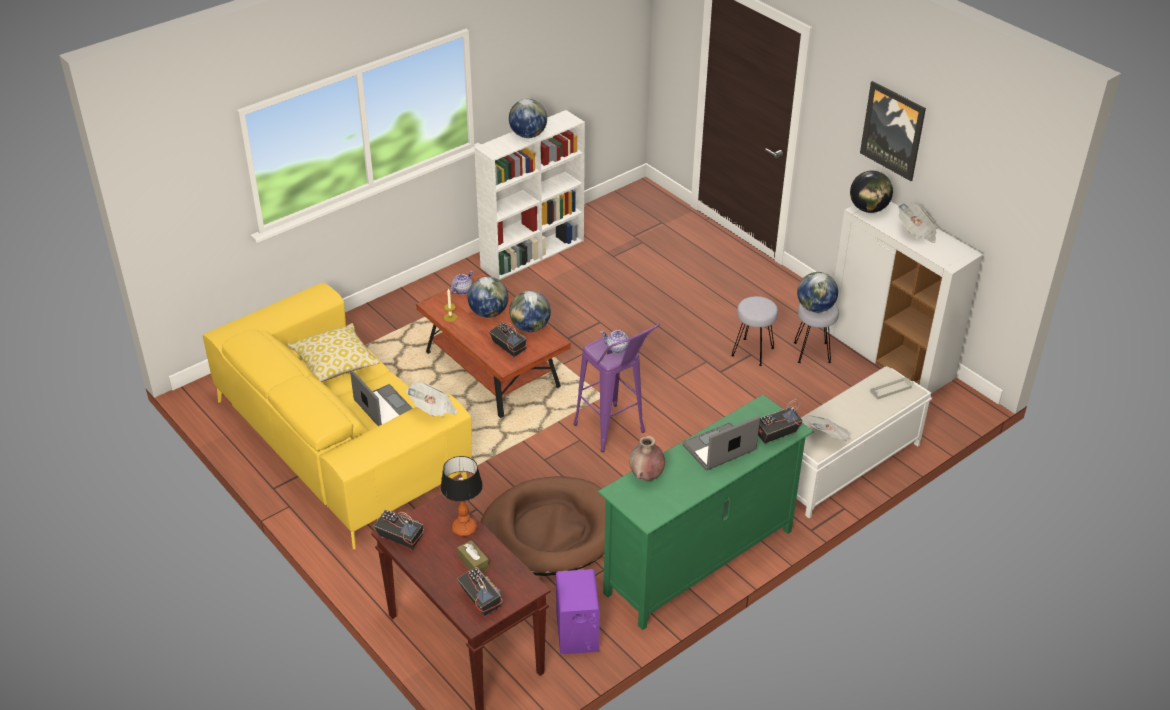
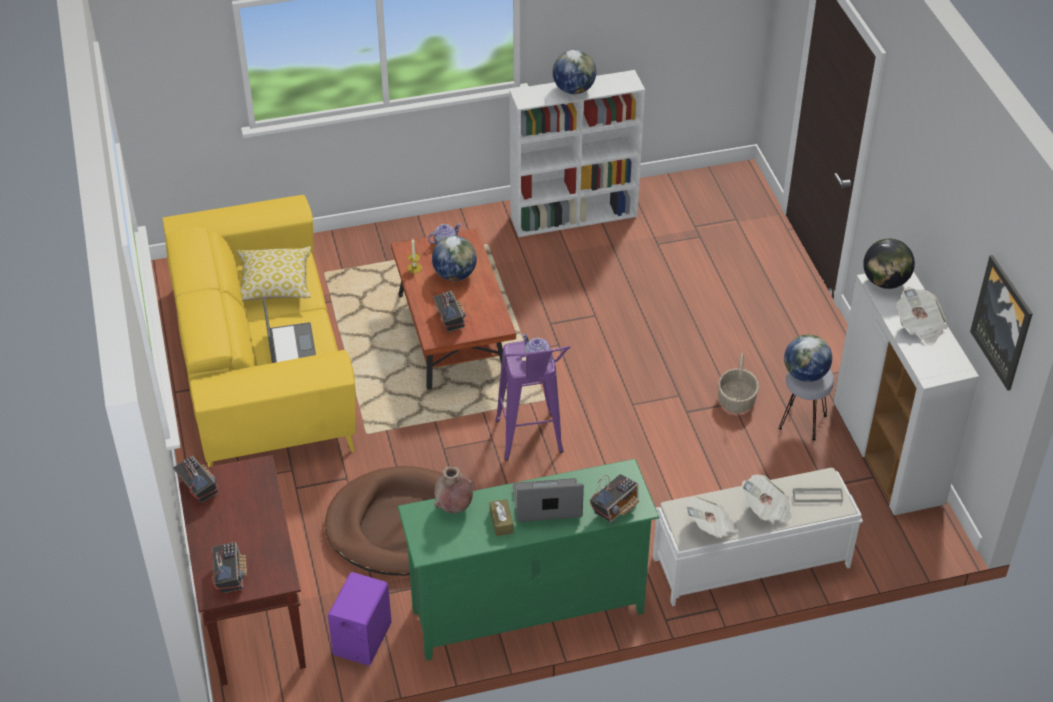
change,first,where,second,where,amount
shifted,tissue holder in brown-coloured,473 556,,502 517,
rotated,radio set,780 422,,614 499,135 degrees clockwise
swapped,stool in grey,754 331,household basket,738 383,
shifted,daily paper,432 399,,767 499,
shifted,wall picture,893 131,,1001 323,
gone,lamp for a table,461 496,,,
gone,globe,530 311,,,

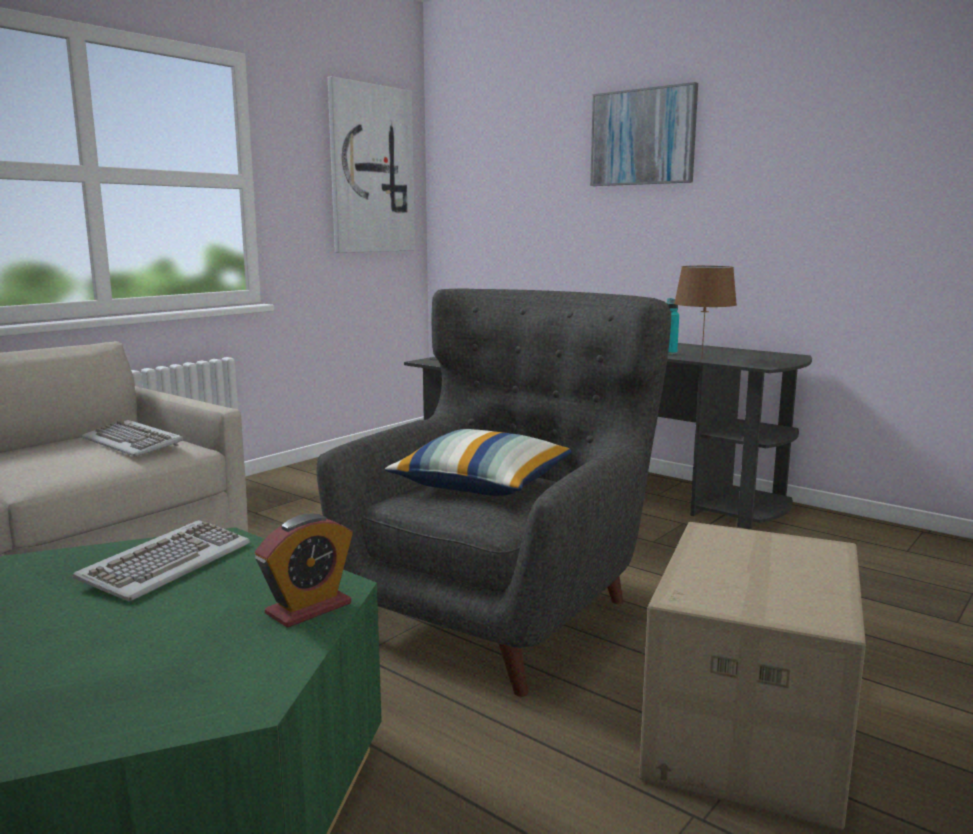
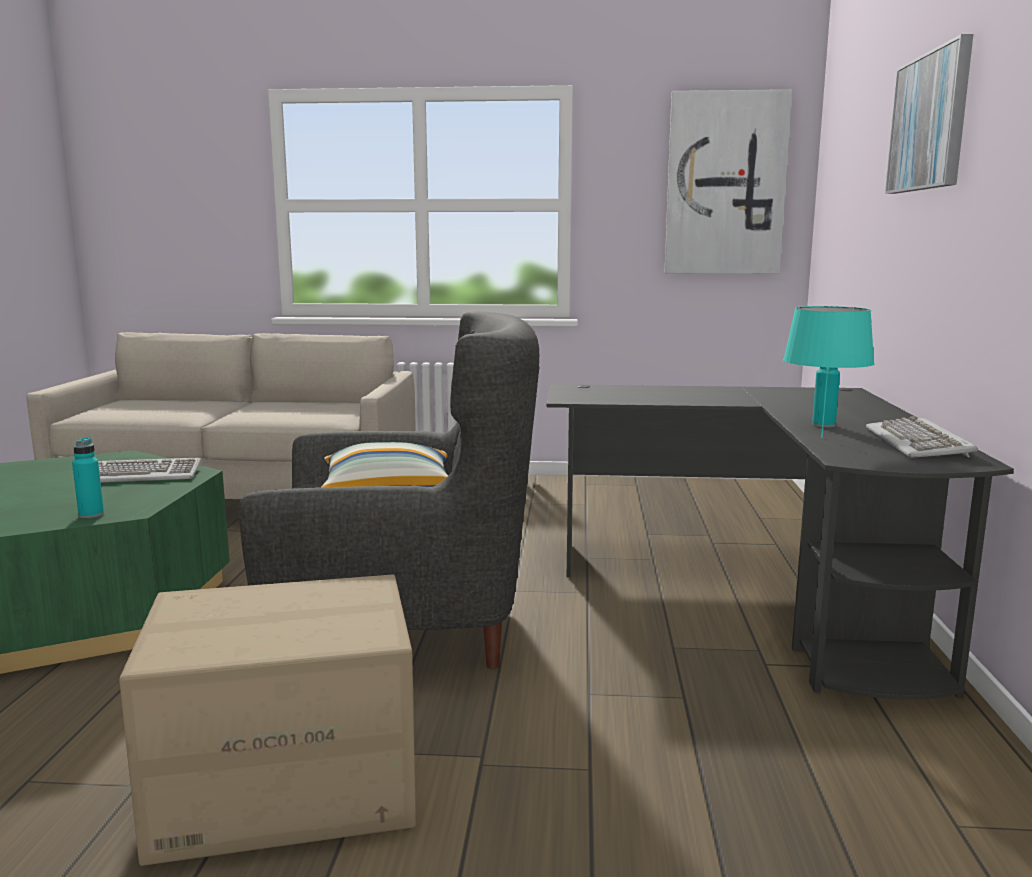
change,first,where,second,where,amount
swapped,bedside clock,304 570,drink bottle in turquoise-coloured,88 477,
repainted,lamp for a table in brown-coloured,705 312,lamp for a table in turquoise-coloured,829 372,
shifted,computer keyboard,133 438,,922 437,

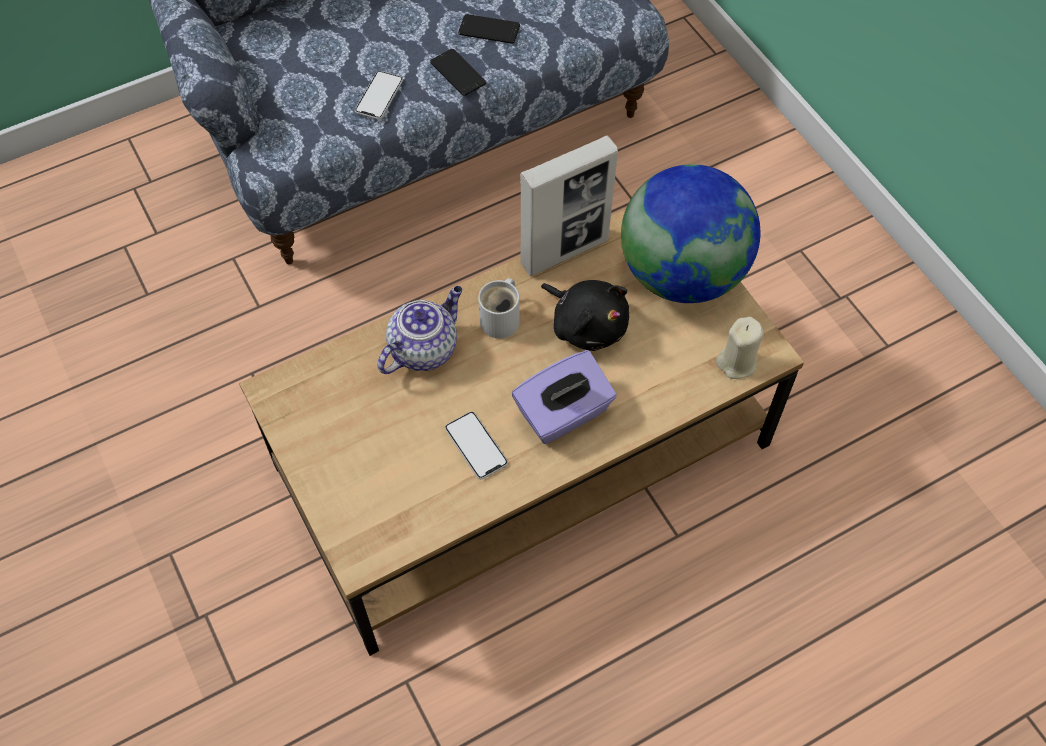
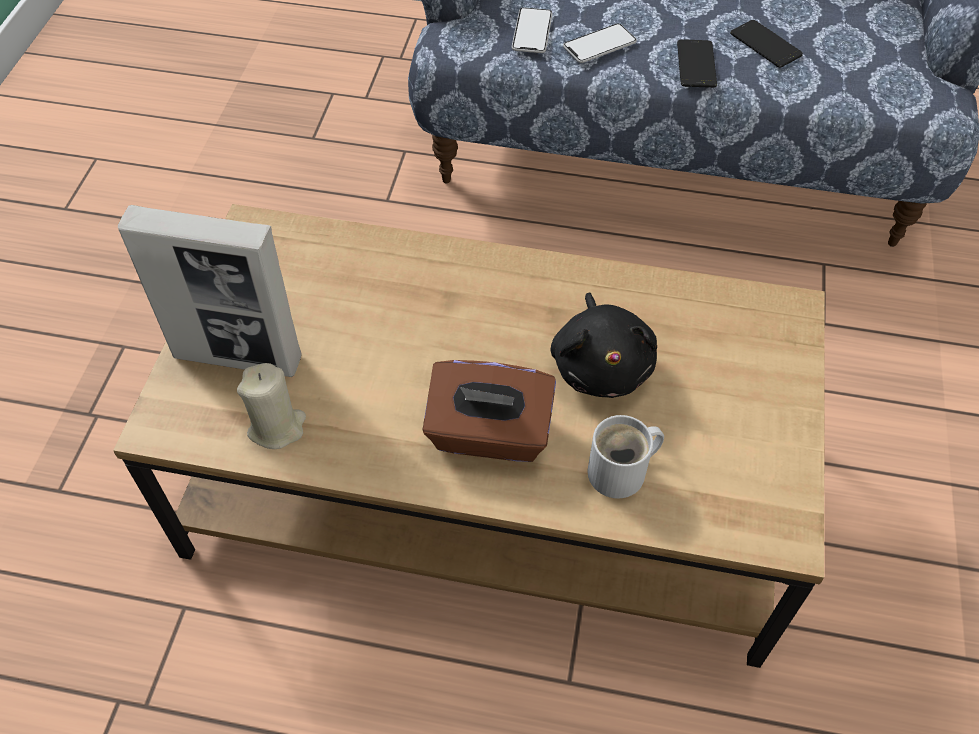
change,first,where,second,where,amount
shifted,photo frame,569 205,,210 291,
shifted,wax candle in beige,739 348,,271 406,
repainted,tissue holder in purplish,564 397,tissue holder in brown-coloured,489 411,
shifted,telephone,476 445,,532 30,
shifted,mug in white-coloured,498 308,,626 457,
gone,pot for tea,420 330,,,
gone,globe,690 233,,,

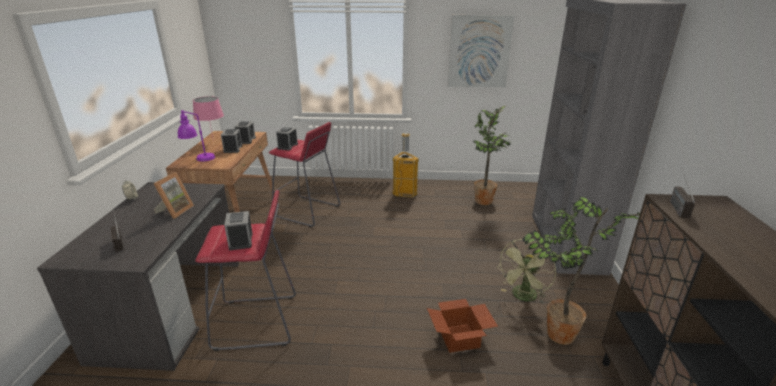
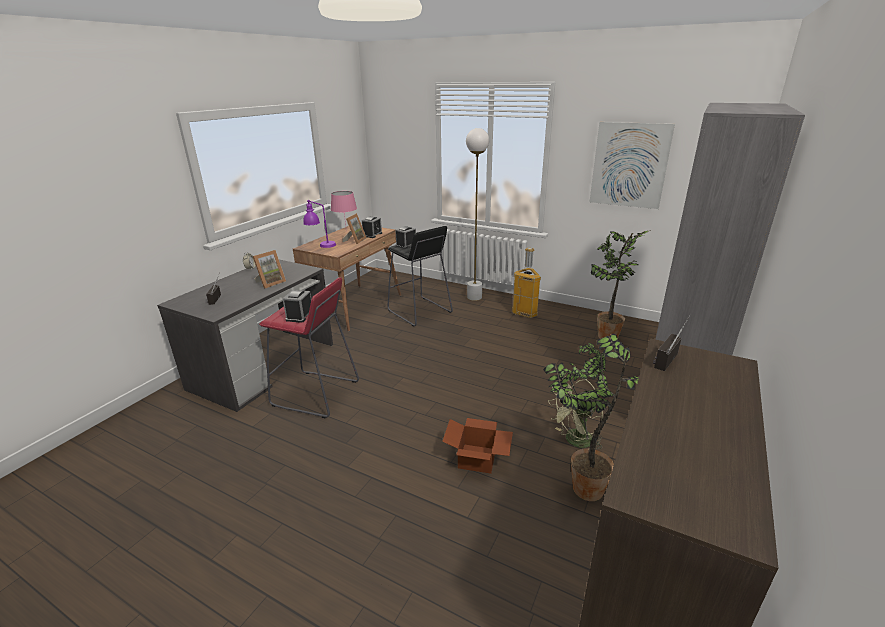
change,first,where,second,where,amount
swapped,bedside clock,231 141,photo frame,355 228,
repainted,stool in reddish,304 174,stool in black-coloured,420 276,
new,,,standard lamp in white-coloured,477 214,

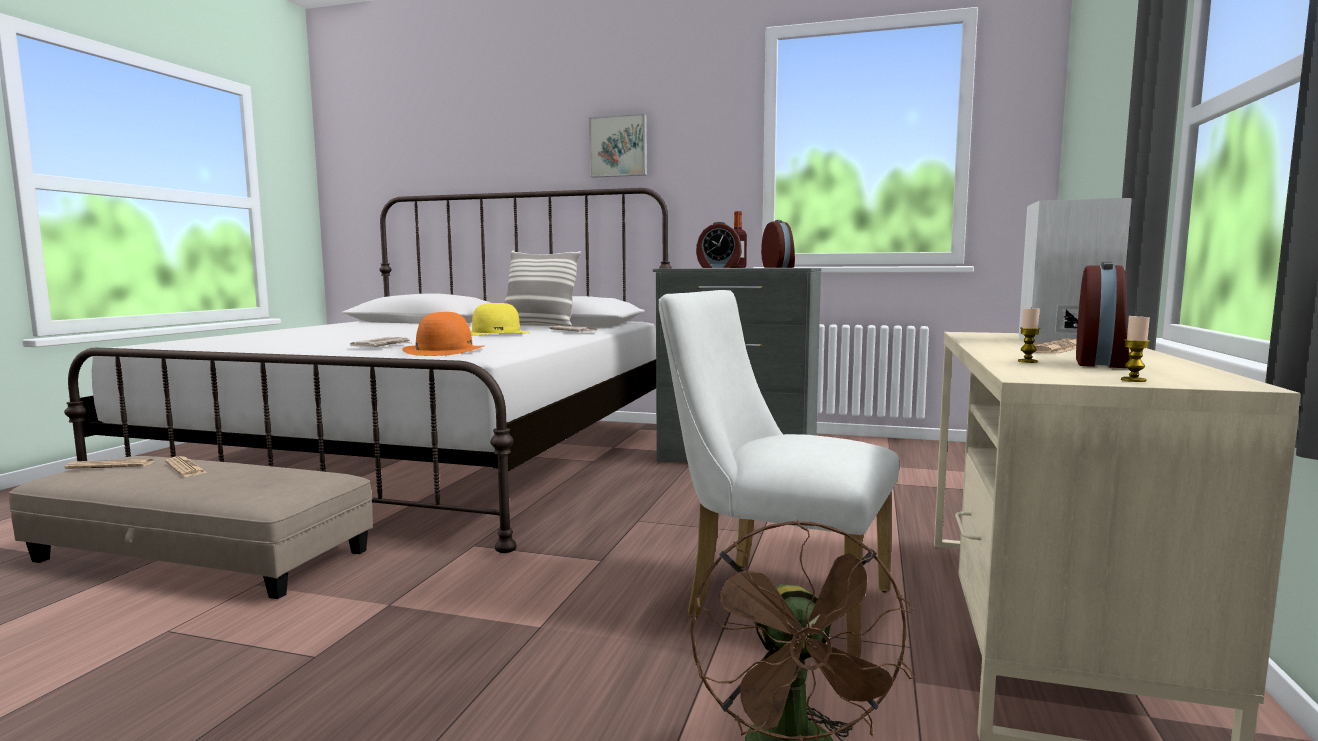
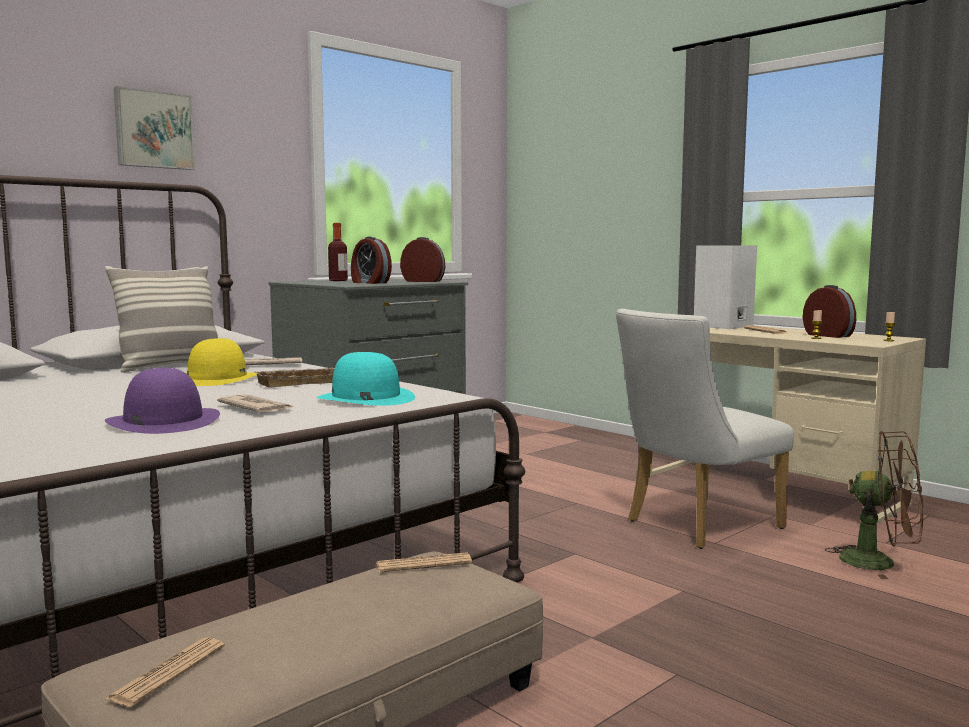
change,first,where,second,where,amount
new,,,wearable hat in purplish,162 401,
new,,,serving tray in beige,293 378,
repainted,wearable hat in orange-coloured,443 334,wearable hat in turquoise-coloured,366 379,
rotated,bedside clock,719 245,,371 260,90 degrees clockwise
shifted,daily paper,186 466,,424 562,

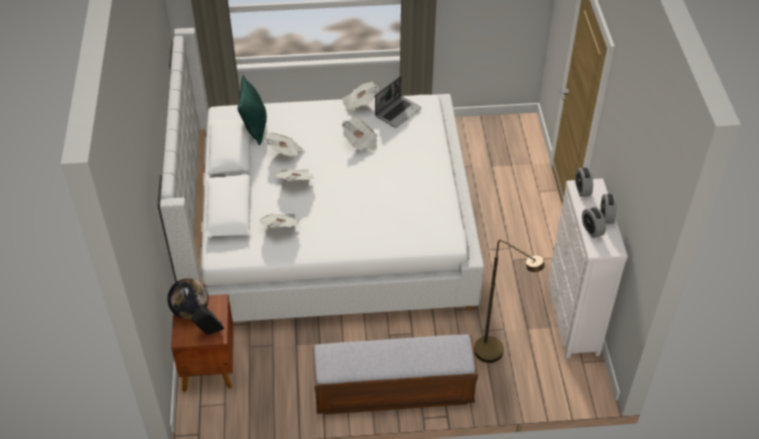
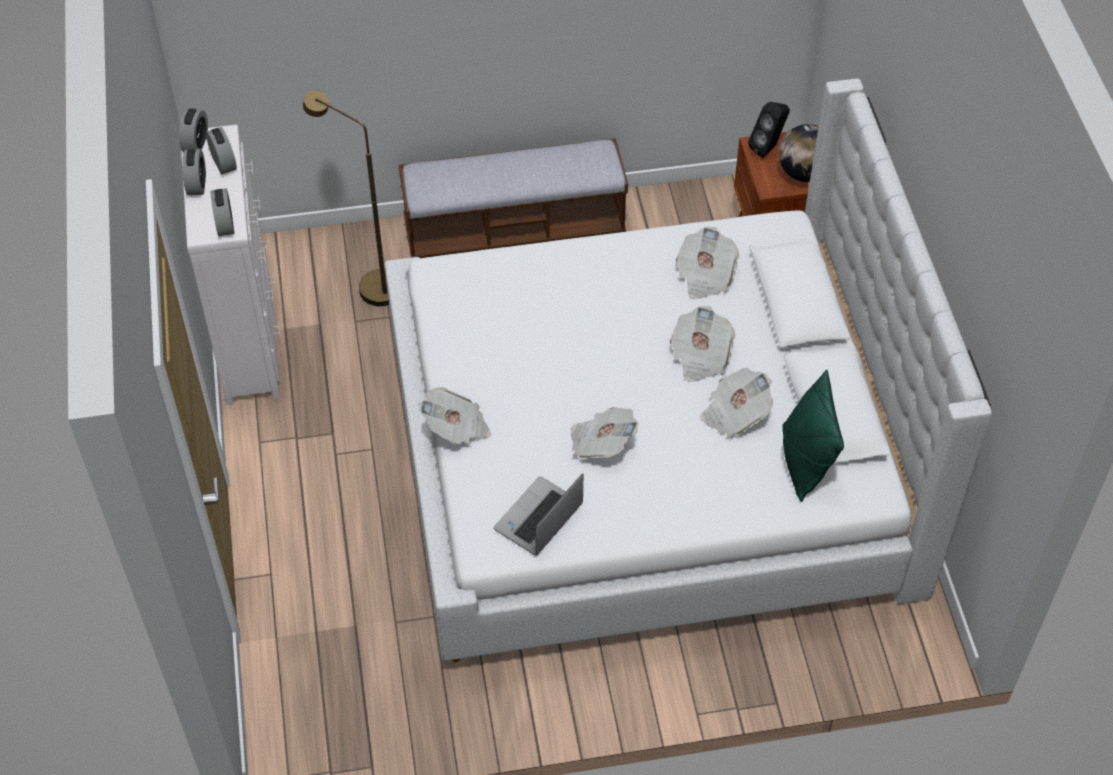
change,first,where,second,where,amount
new,,,bedside clock,193 130,
shifted,daily paper,360 96,,455 416,

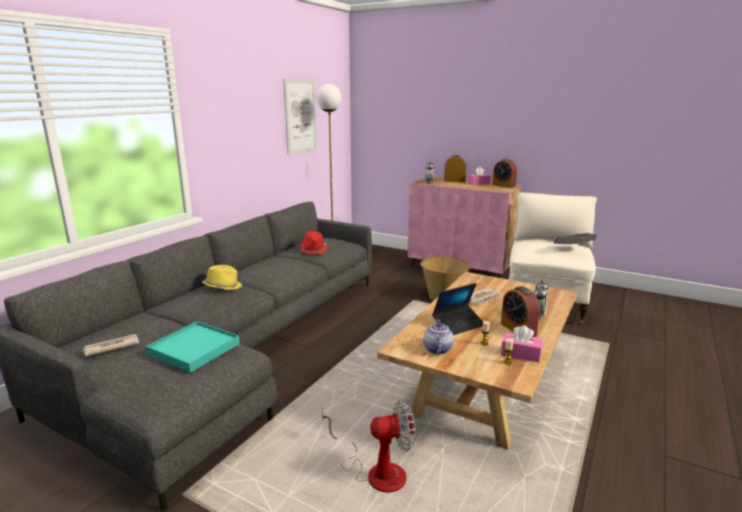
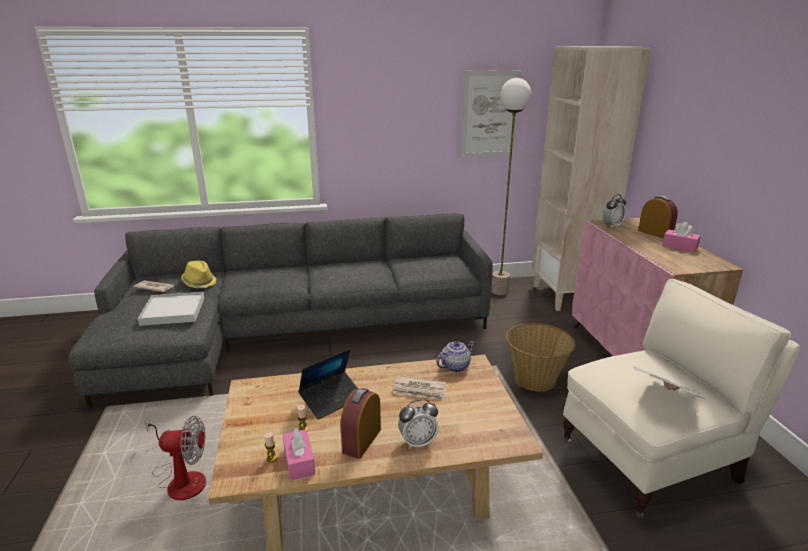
change,first,where,second,where,amount
repainted,serving tray in turquoise-coloured,192 347,serving tray in white-coloured,171 309,
rotated,fan,369 446,,175 458,45 degrees counterclockwise
shifted,wearable hat in yellow,222 277,,198 274,
rotated,laptop,457 309,,327 384,60 degrees counterclockwise
shifted,pot for tea,438 336,,455 356,
new,,,shelving unit in beige,591 178,
gone,wearable hat in reddish,313 242,,,
gone,bedside clock,504 173,,,

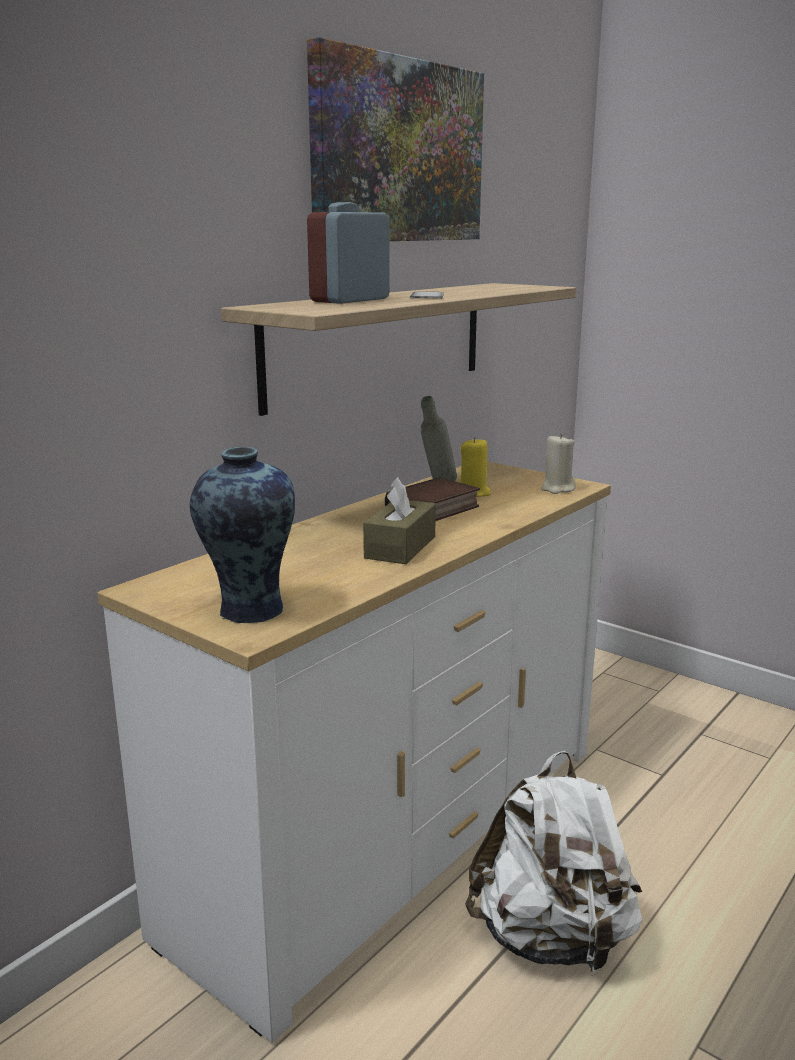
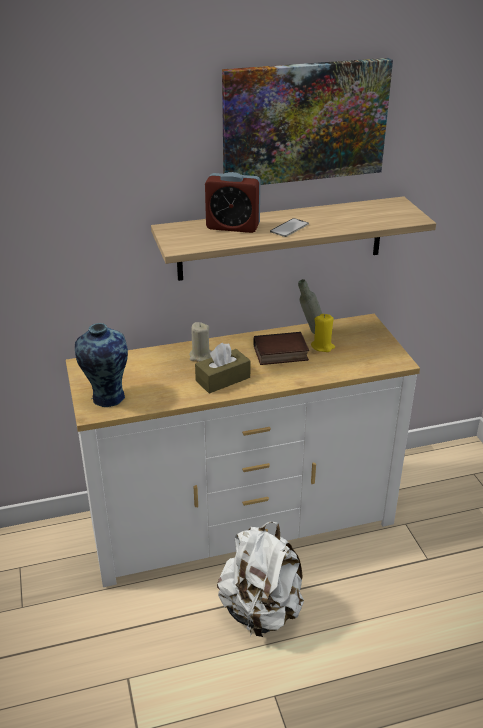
change,first,where,second,where,amount
shifted,wax candle in beige,558 464,,200 342,
rotated,bedside clock,348 253,,232 202,150 degrees counterclockwise

